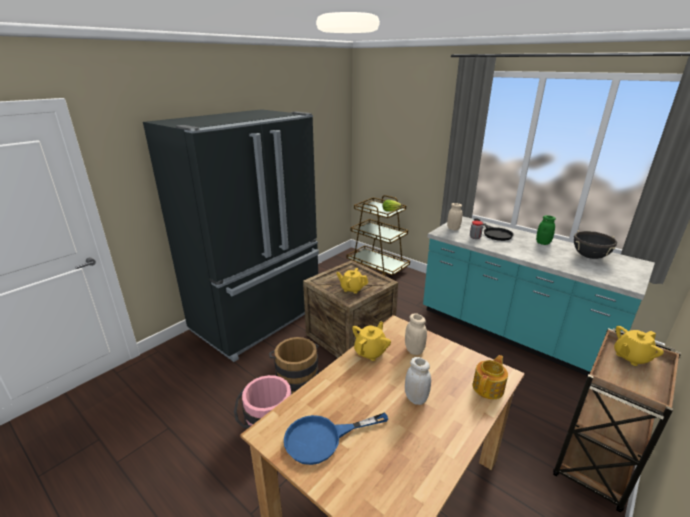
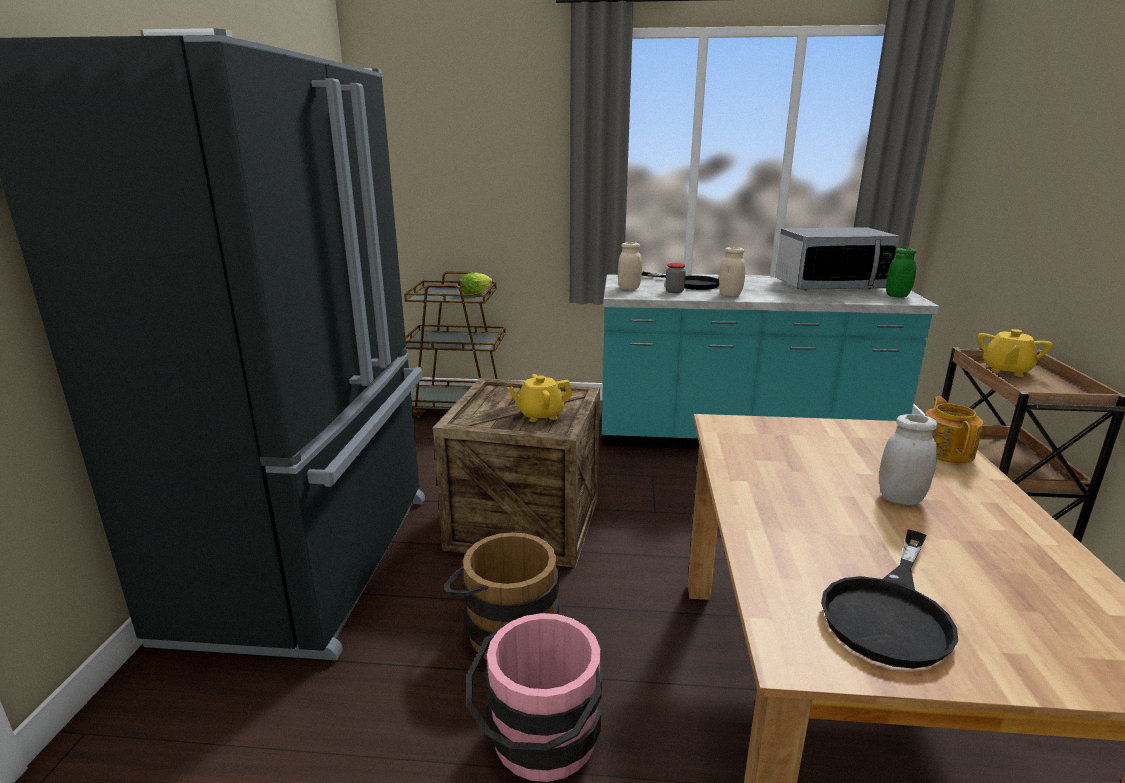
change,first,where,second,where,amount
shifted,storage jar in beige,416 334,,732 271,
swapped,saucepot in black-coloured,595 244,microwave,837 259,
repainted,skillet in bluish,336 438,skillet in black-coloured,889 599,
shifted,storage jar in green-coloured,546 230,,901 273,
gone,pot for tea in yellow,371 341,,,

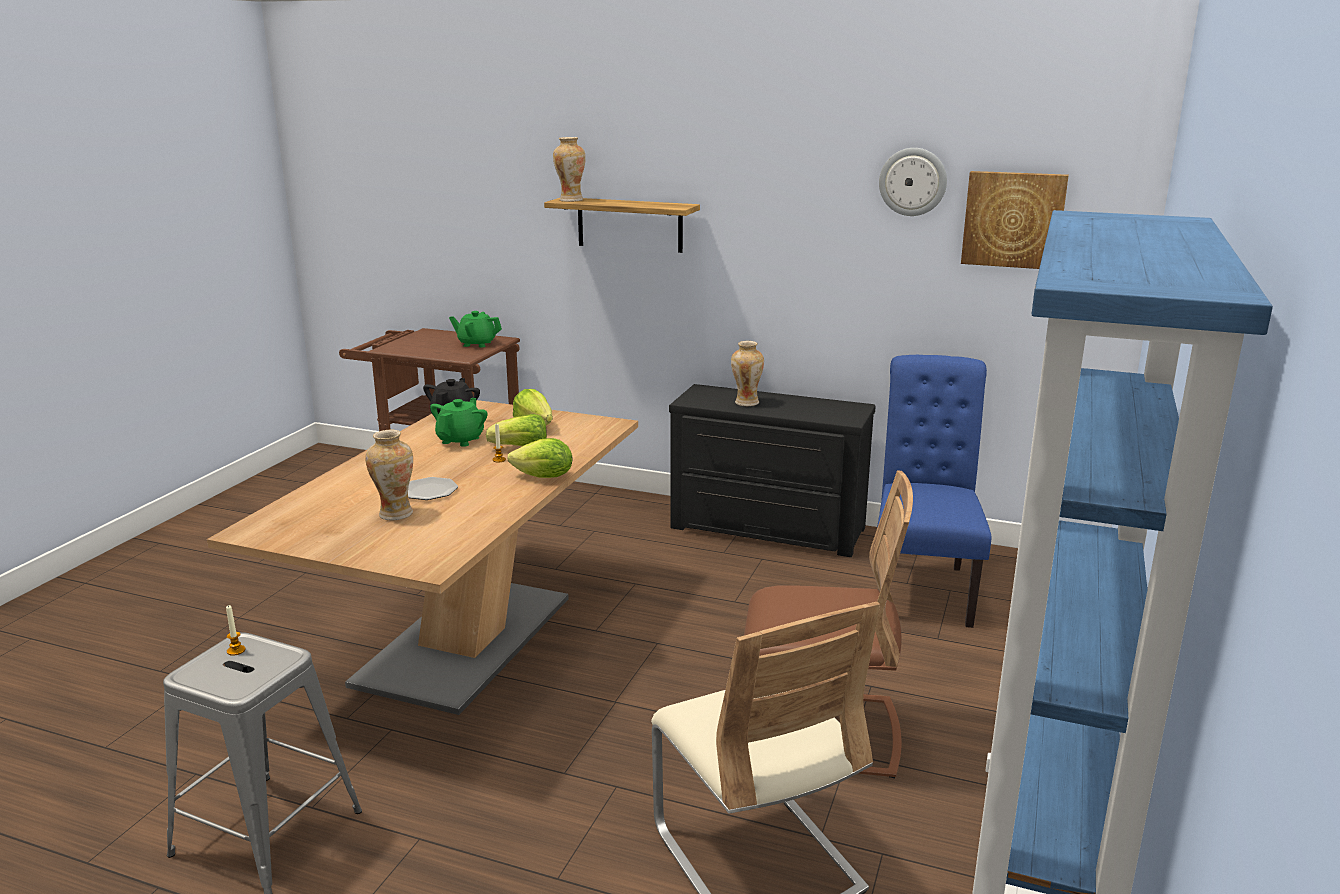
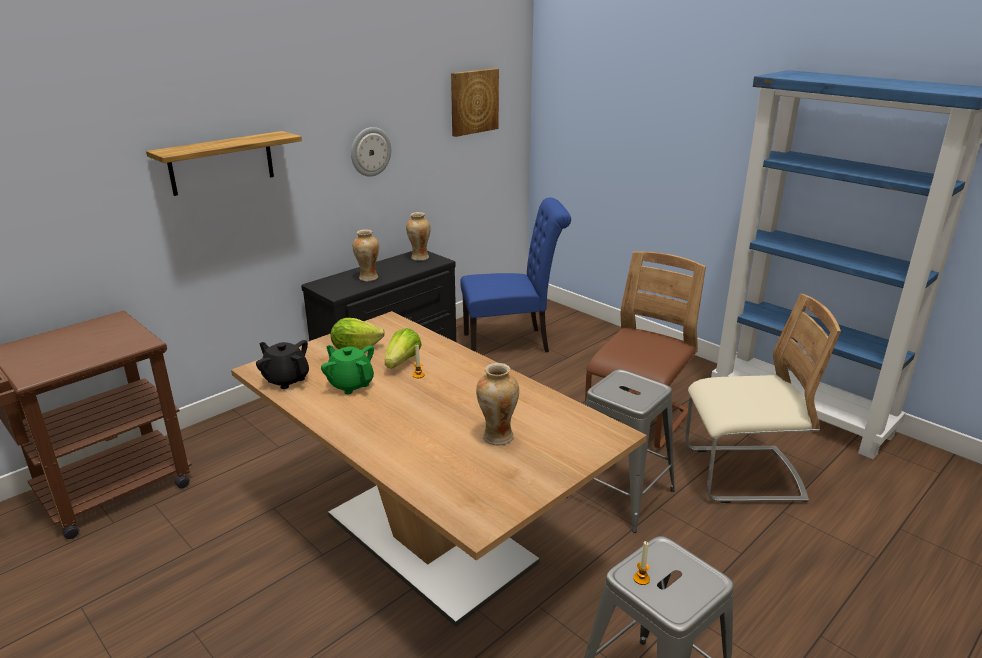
change,first,where,second,where,amount
shifted,clock on the wall,913 182,,371 152,
shifted,vase,569 169,,418 236,
rotated,plain chair in bluish,934 491,,515 275,135 degrees clockwise
new,,,stool in grey,621 451,
gone,plate,433 488,,,
gone,pot for tea in green-coloured,475 329,,,
gone,head of lettuce,539 458,,,

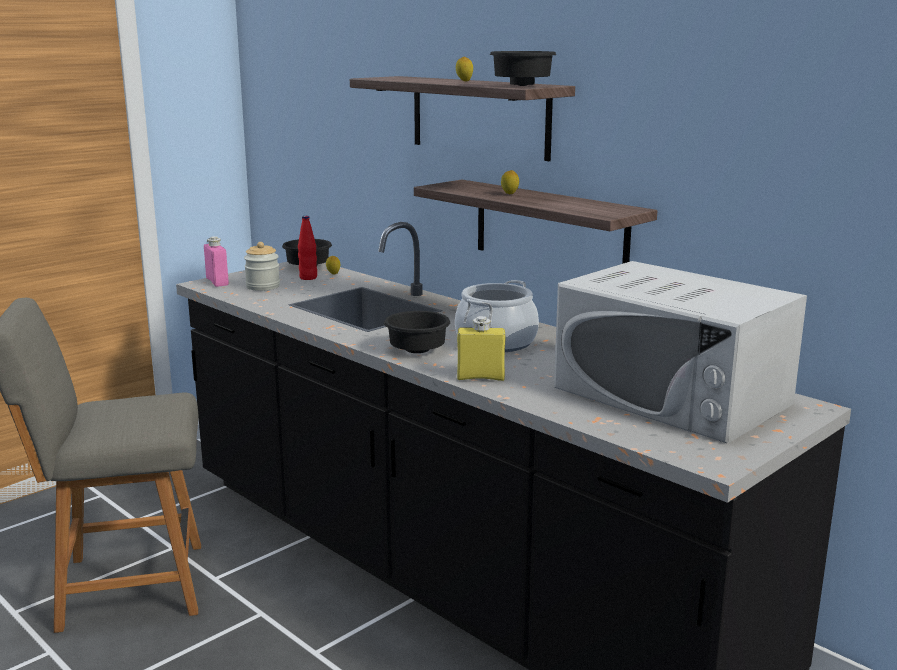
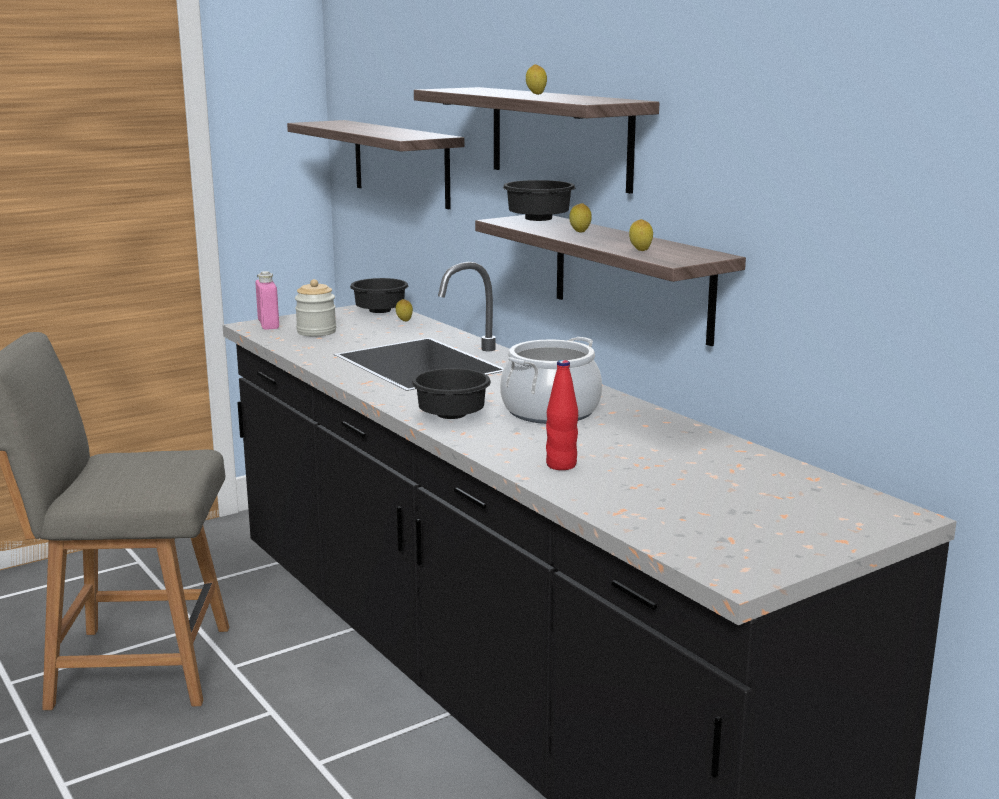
change,first,where,second,where,amount
new,,,wall shelf,375 164,
shifted,bowl in black-coloured,523 68,,539 200,
shifted,drink bottle in reddish,307 248,,562 415,
new,,,lemon,641 235,
gone,drink bottle in yellow,481 348,,,
gone,microwave in white-coloured,680 352,,,

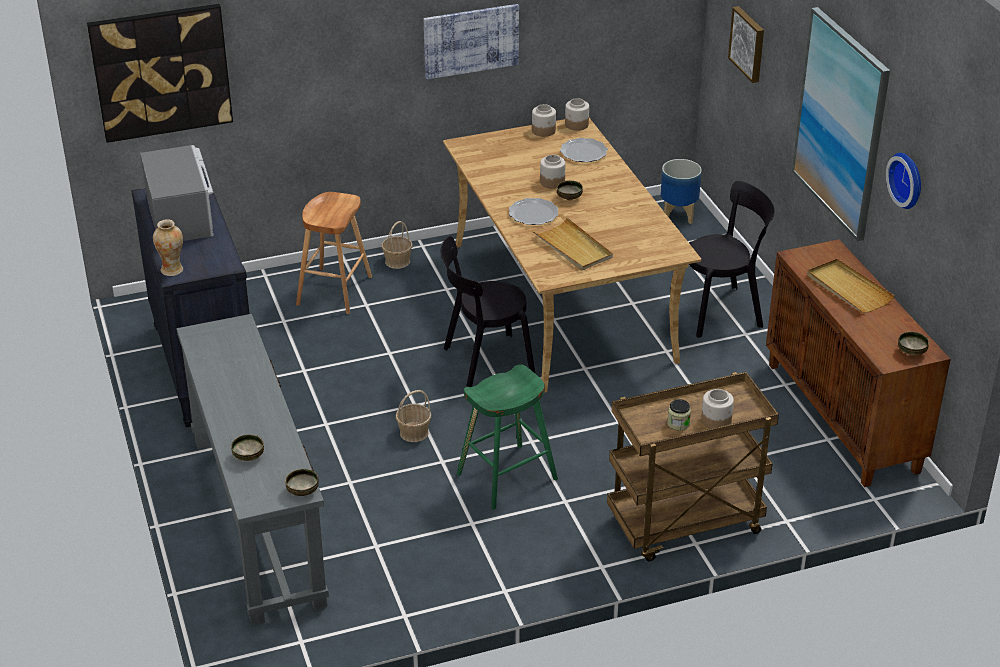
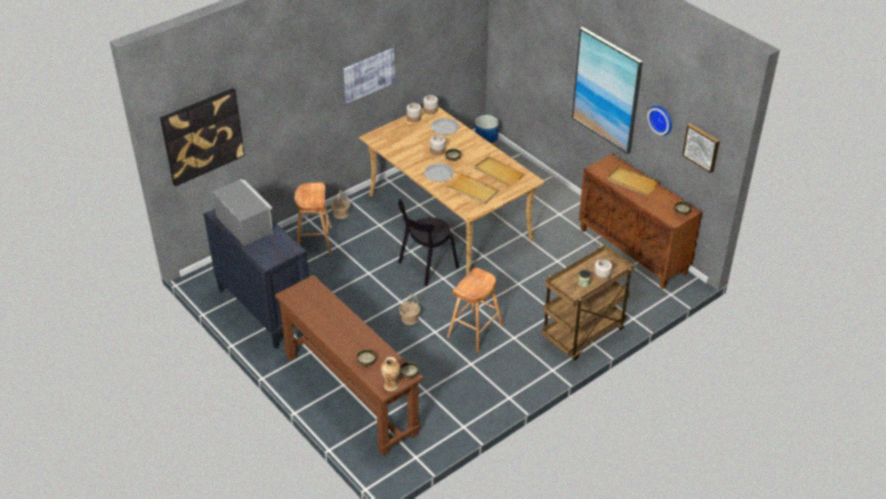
change,first,where,second,where,amount
repainted,narrow table in grey,253 470,narrow table in brown-coloured,349 365,
shifted,vase,168 247,,391 374,
repainted,stool in green-coloured,507 437,stool in brown-coloured,475 310,
new,,,serving tray in beige,499 171,
shifted,wall picture,746 44,,701 148,
gone,plain chair in black-coloured,732 259,,,

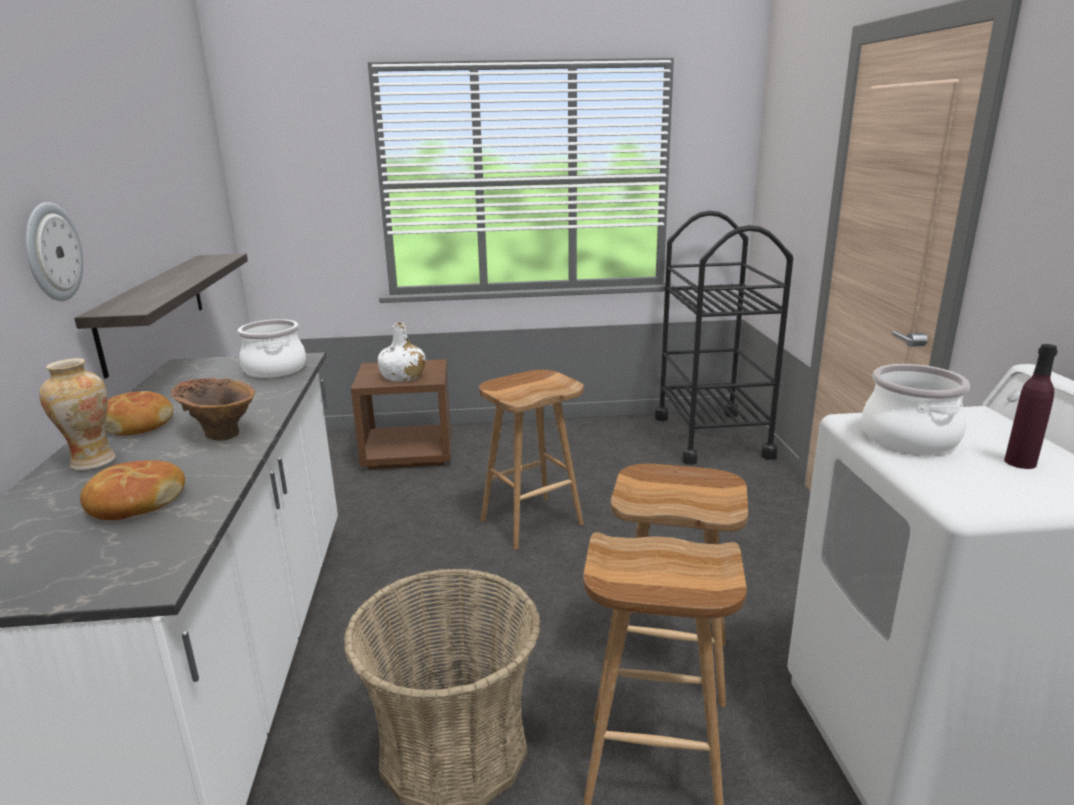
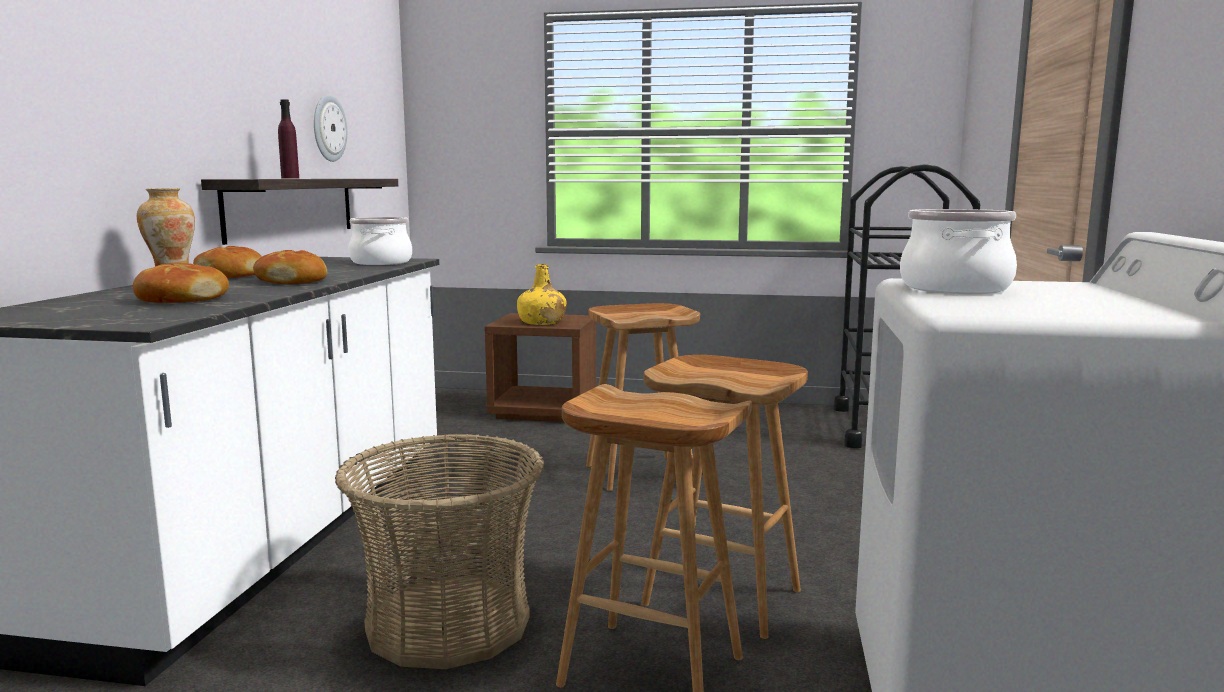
change,first,where,second,where,amount
swapped,vase in brown-coloured,213 409,bread,290 267,
shifted,drink bottle in purplish,1031 406,,288 139,
shifted,clock on the wall,54 251,,330 128,
repainted,drink bottle in white-coloured,401 352,drink bottle in yellow,542 294,

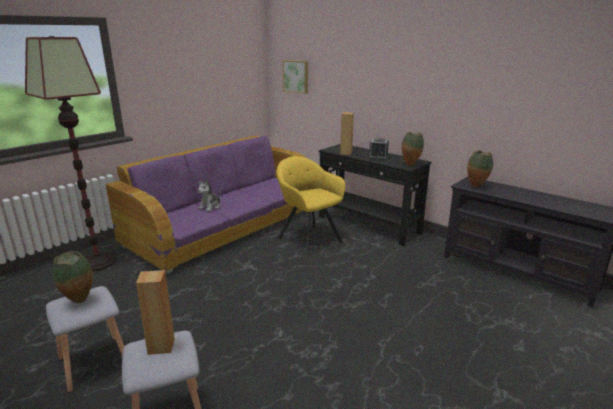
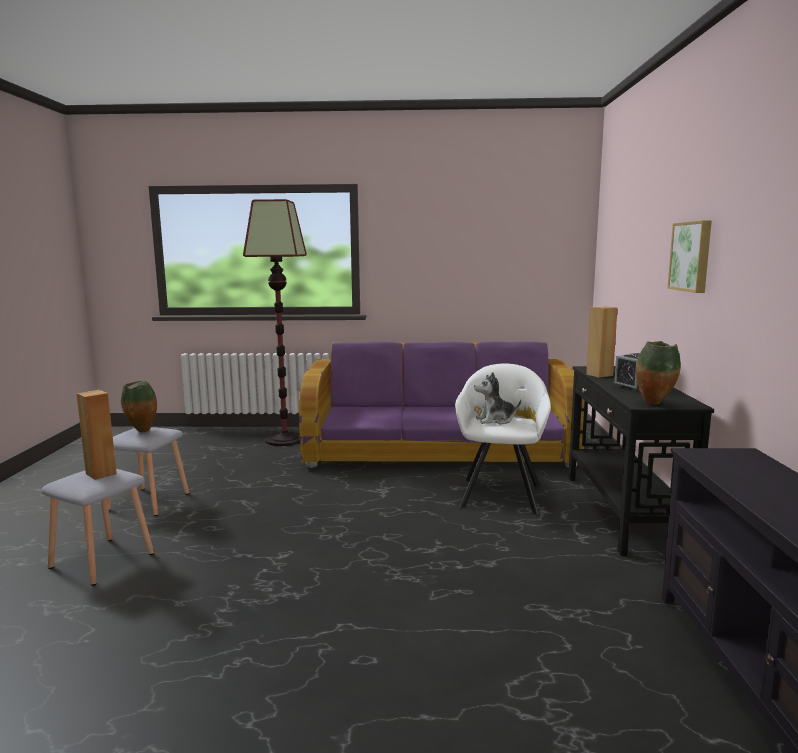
change,first,where,second,where,amount
repainted,lounge chair in yellow,311 206,lounge chair in white-coloured,503 439,
shifted,plush toy,209 195,,497 398,
shifted,wall picture,295 77,,689 256,
gone,vase,480 168,,,

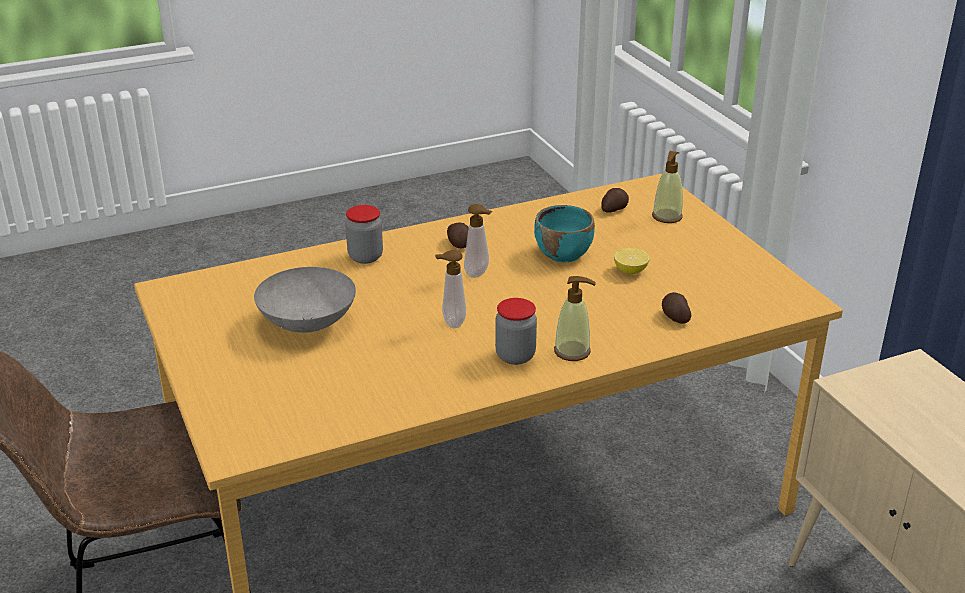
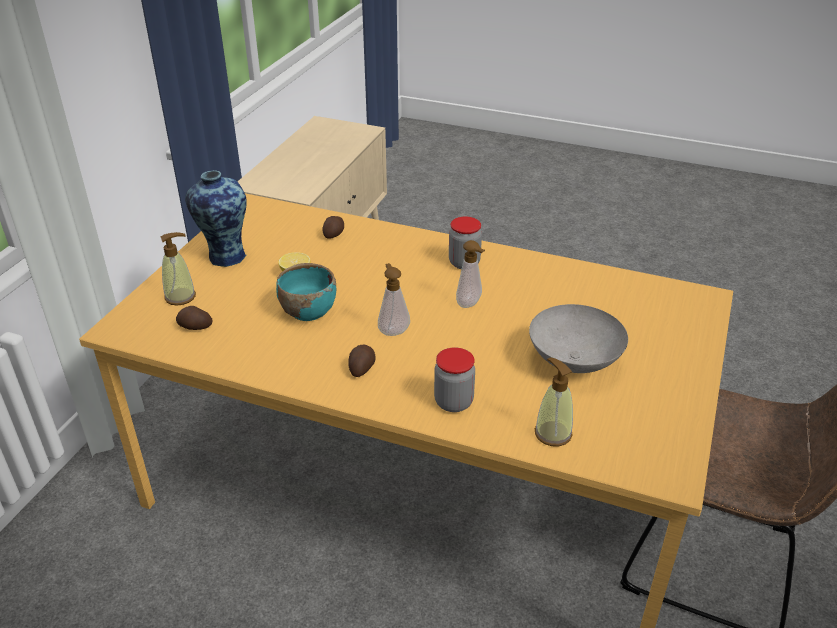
change,first,where,second,where,amount
new,,,vase,216 218,
shifted,liquid soap bottle,575 318,,554 401,

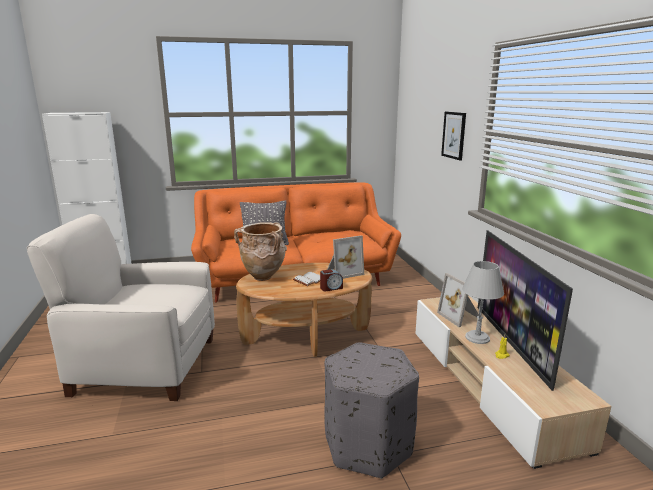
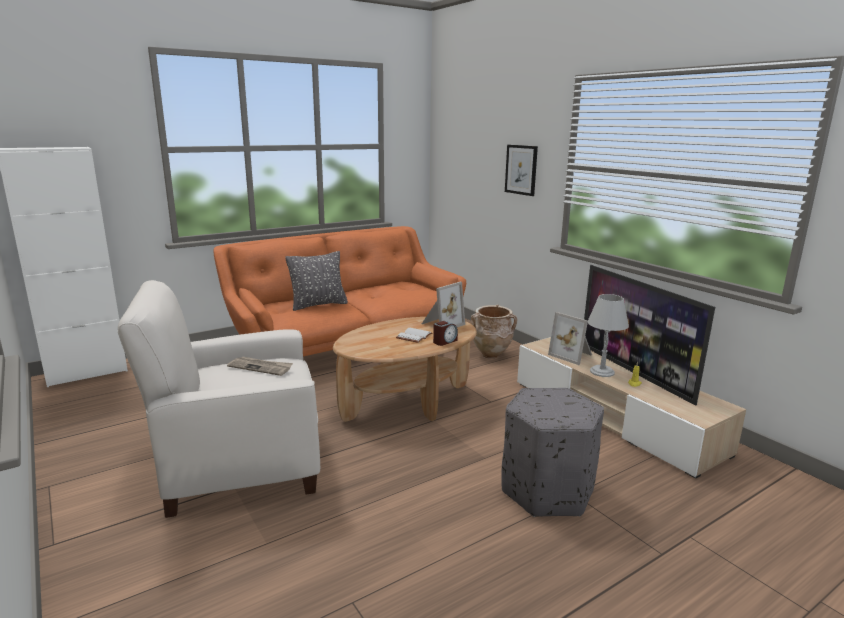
change,first,where,second,where,amount
new,,,daily paper,260 366,
shifted,vase in beige,260 251,,494 331,

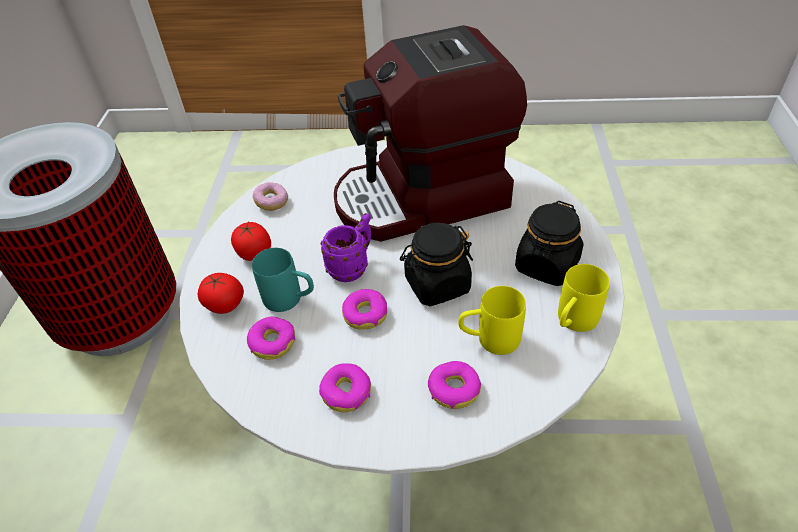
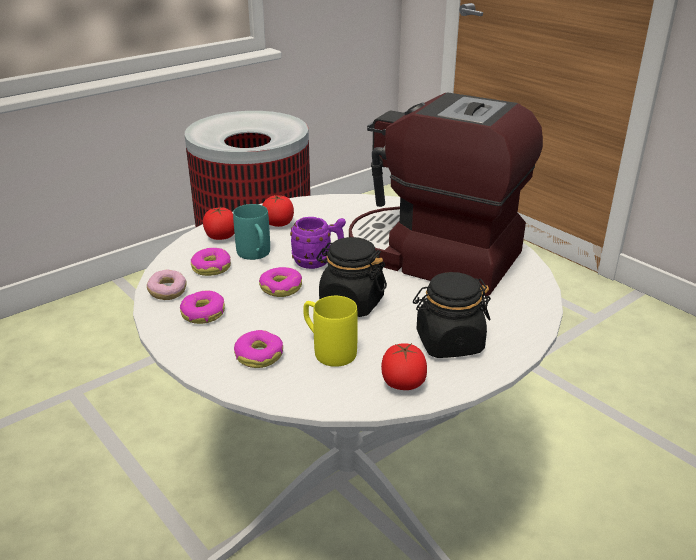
change,first,where,second,where,amount
shifted,doughnut,270 196,,167 285,
swapped,mug in yellow,584 298,whole tomato,404 366,

